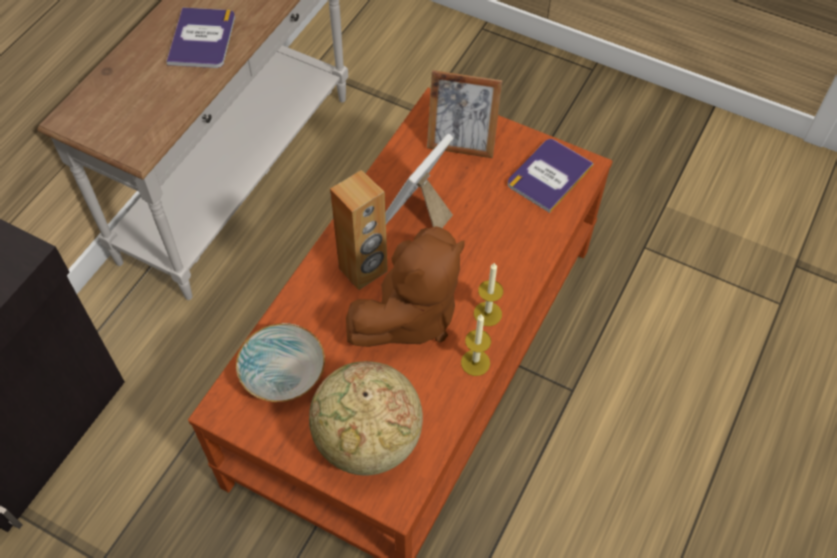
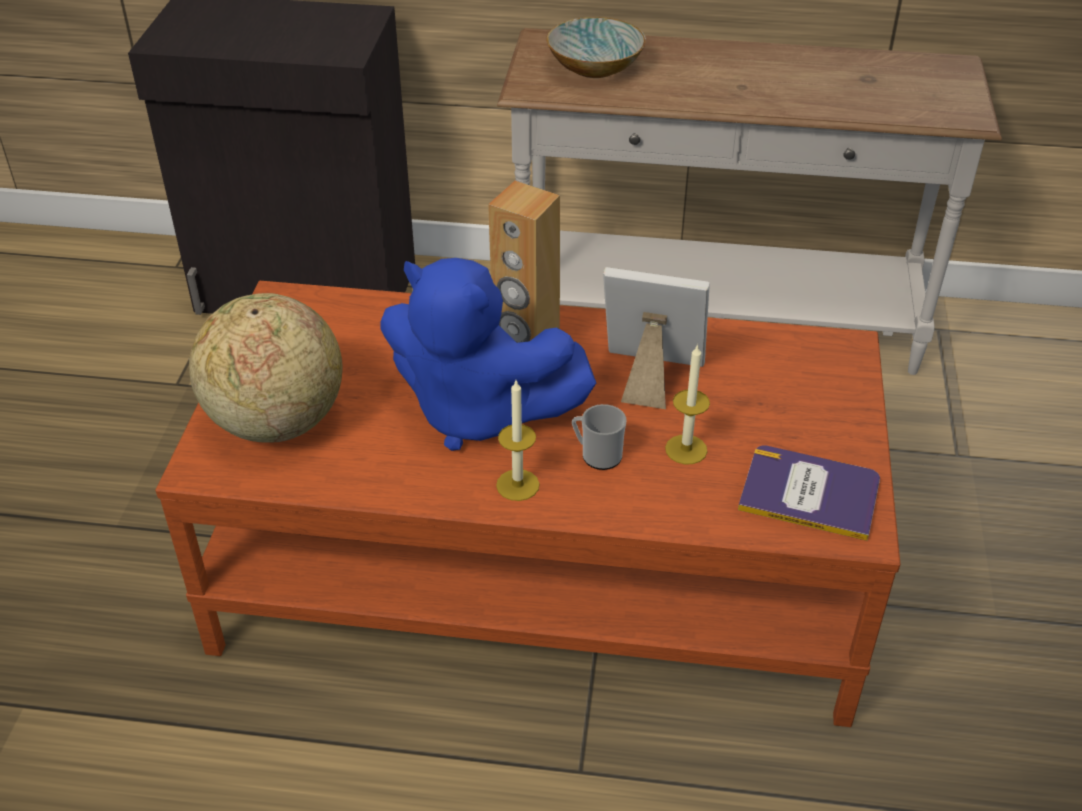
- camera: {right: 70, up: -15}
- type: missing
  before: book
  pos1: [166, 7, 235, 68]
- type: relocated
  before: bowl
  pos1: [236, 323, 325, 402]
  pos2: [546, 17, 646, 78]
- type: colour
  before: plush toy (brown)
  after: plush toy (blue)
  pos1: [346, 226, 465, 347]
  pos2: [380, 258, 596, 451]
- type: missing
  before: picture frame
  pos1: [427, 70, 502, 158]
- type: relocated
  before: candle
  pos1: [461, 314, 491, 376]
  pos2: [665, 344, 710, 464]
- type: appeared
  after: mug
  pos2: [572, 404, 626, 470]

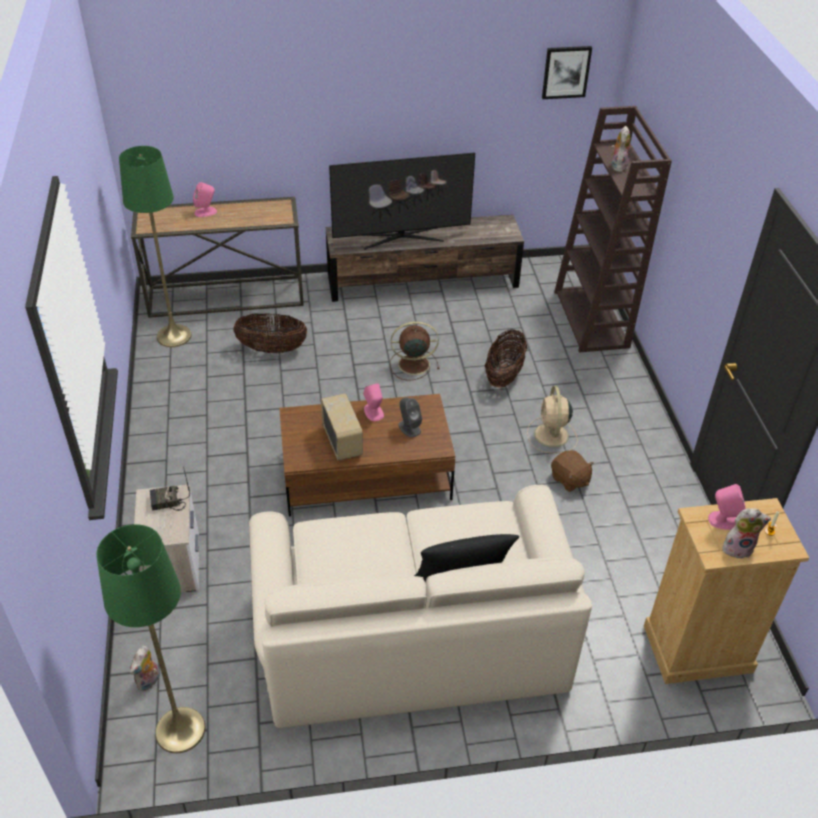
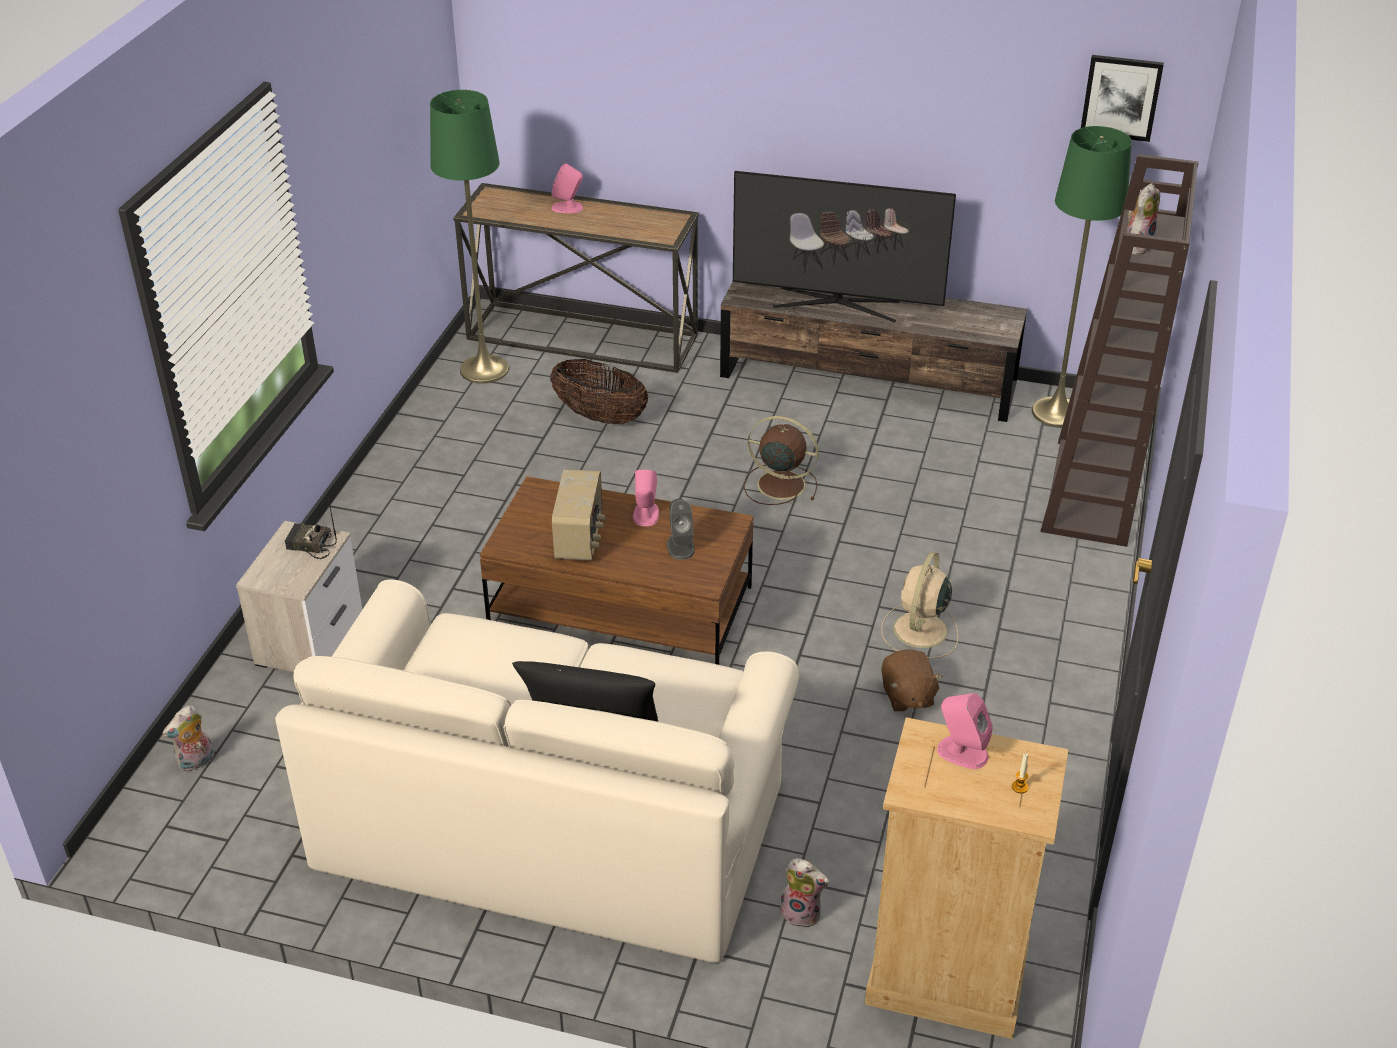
- camera: {right: 25, up: -5}
- type: relocated
  before: floor lamp (green)
  pos1: [96, 524, 205, 753]
  pos2: [1032, 126, 1132, 427]
- type: missing
  before: basket
  pos1: [485, 329, 527, 388]
- type: relocated
  before: plush toy
  pos1: [722, 508, 771, 559]
  pos2: [779, 858, 830, 929]

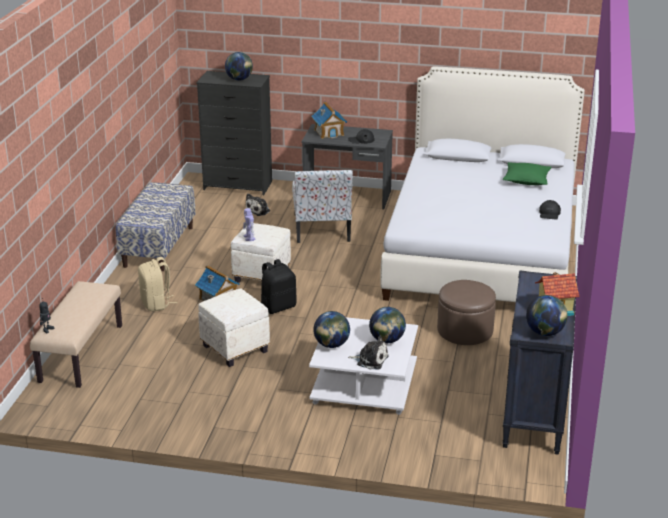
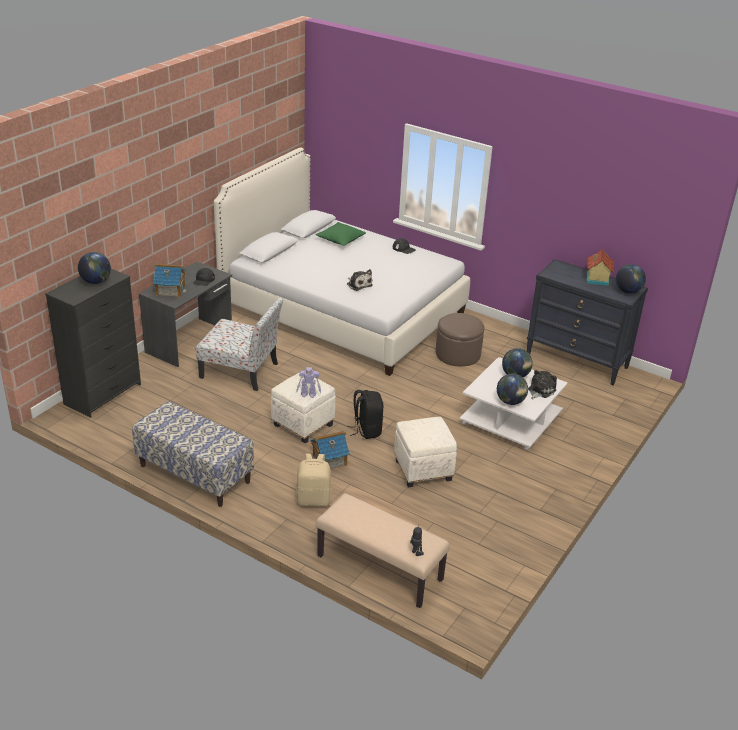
- camera: {right: -70, up: 5}
- type: relocated
  before: plush toy
  pos1: [246, 193, 270, 216]
  pos2: [347, 269, 373, 291]

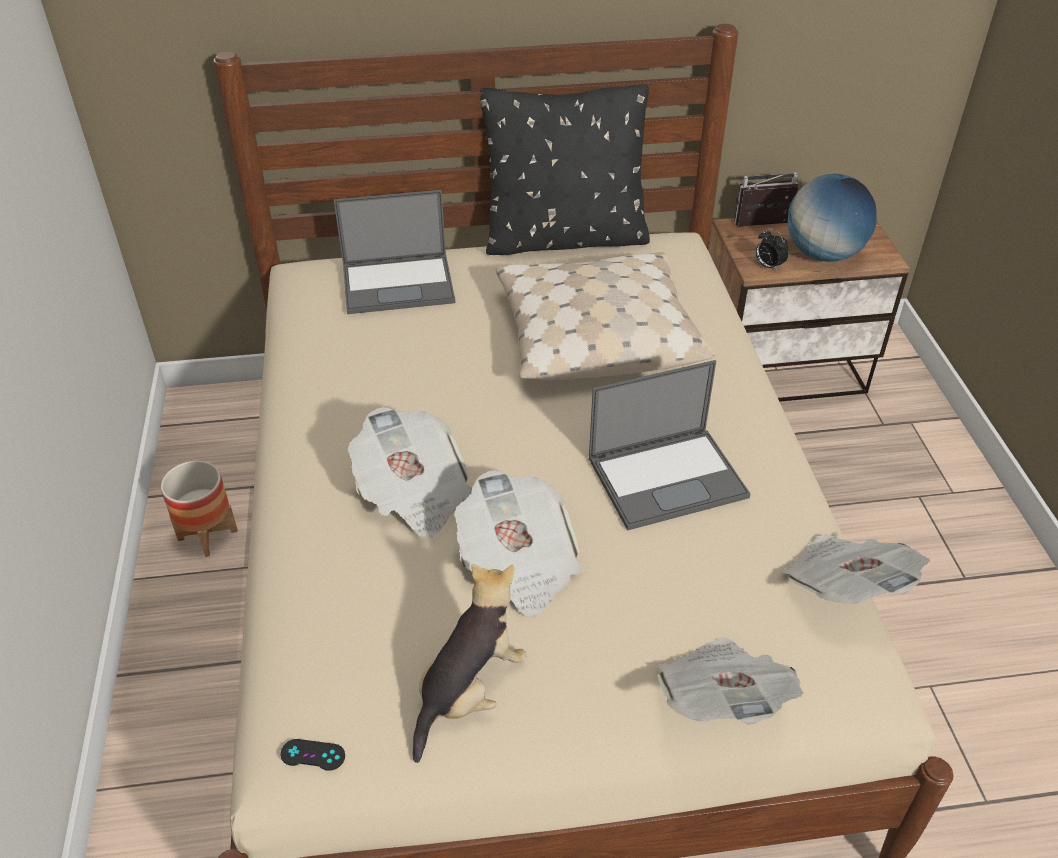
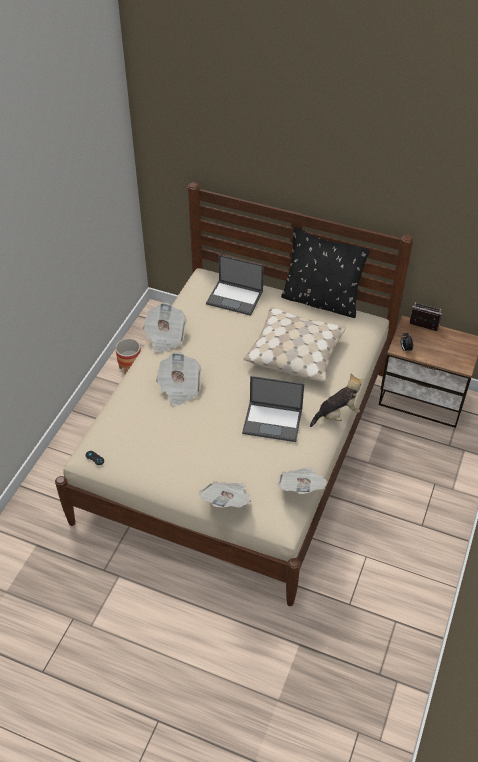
- camera: {right: 30, up: 5}
- type: relocated
  before: plush toy
  pos1: [412, 564, 527, 763]
  pos2: [310, 373, 364, 427]
- type: relocated
  before: newspaper
  pos1: [454, 470, 583, 617]
  pos2: [143, 303, 187, 353]
- type: missing
  before: globe
  pos1: [787, 174, 877, 262]

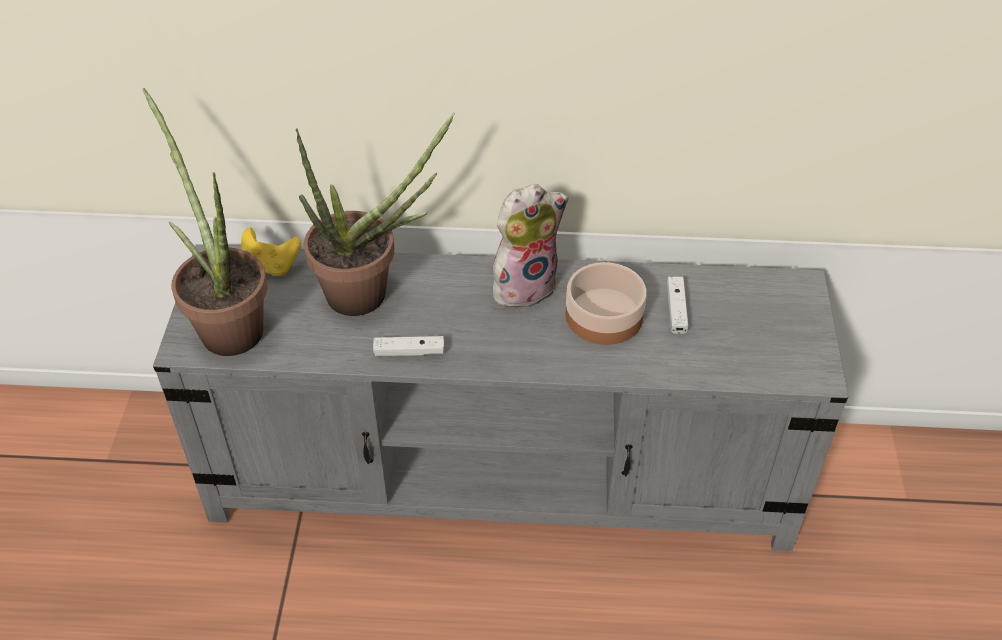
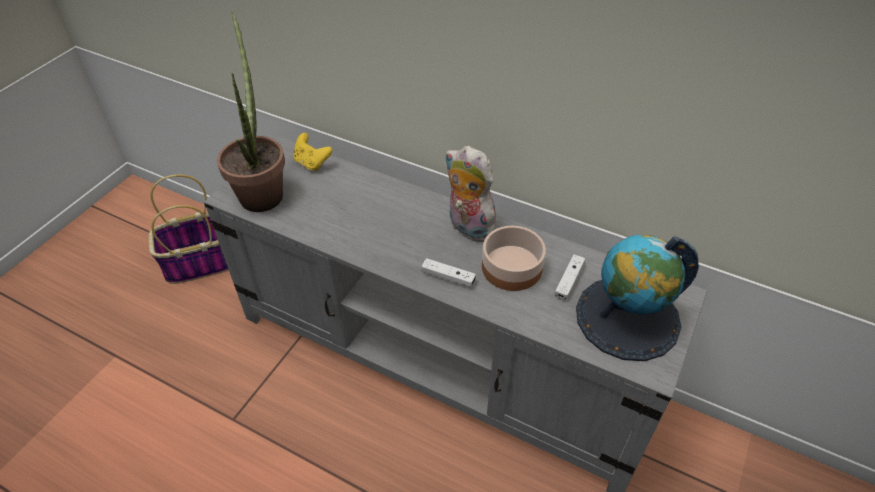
- camera: {right: 25, up: 0}
- type: missing
  before: potted plant
  pos1: [296, 113, 455, 316]
- type: relocated
  before: game controller (white)
  pos1: [373, 336, 444, 357]
  pos2: [421, 258, 476, 287]
- type: spun
  before: plush toy
  pos1: [492, 184, 569, 312]
  pos2: [445, 146, 496, 242]
  turn: -135
- type: appeared
  after: basket
  pos2: [148, 175, 229, 284]
- type: appeared
  after: globe
  pos2: [576, 235, 699, 361]

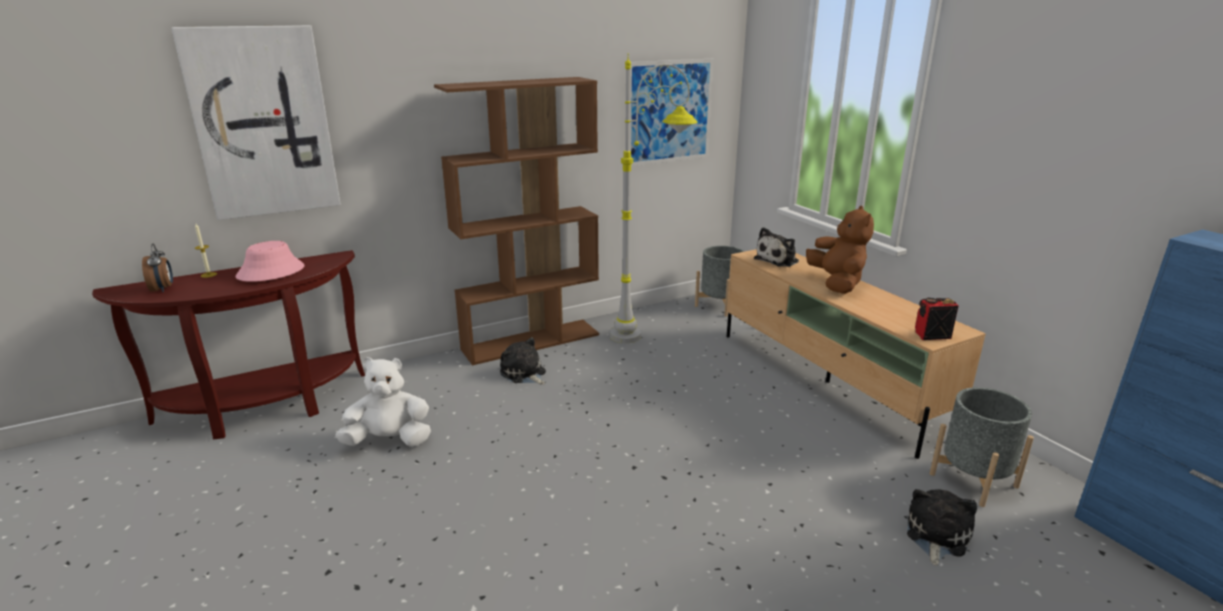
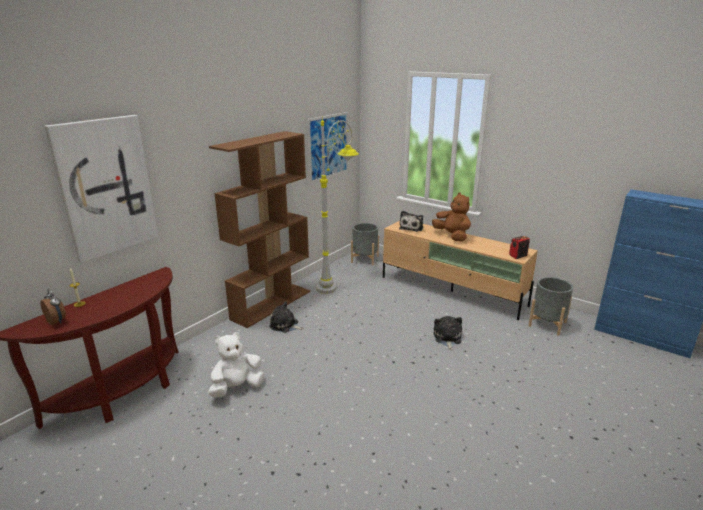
- camera: {right: -25, up: 0}
- type: missing
  before: hat (pink)
  pos1: [236, 241, 304, 282]
- type: relocated
  before: plush toy
  pos1: [907, 489, 977, 566]
  pos2: [433, 316, 462, 350]

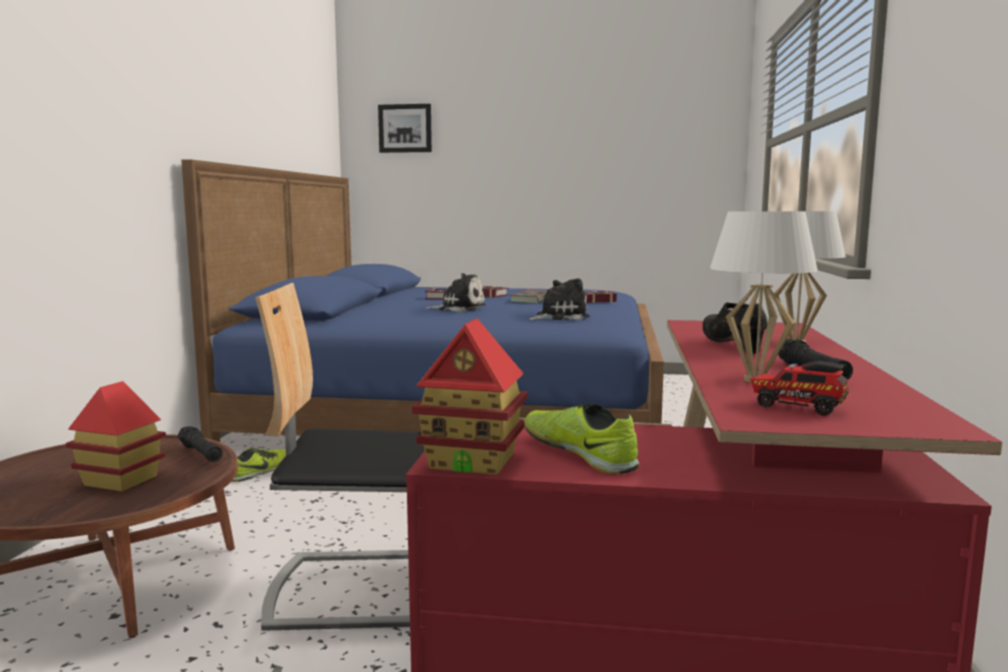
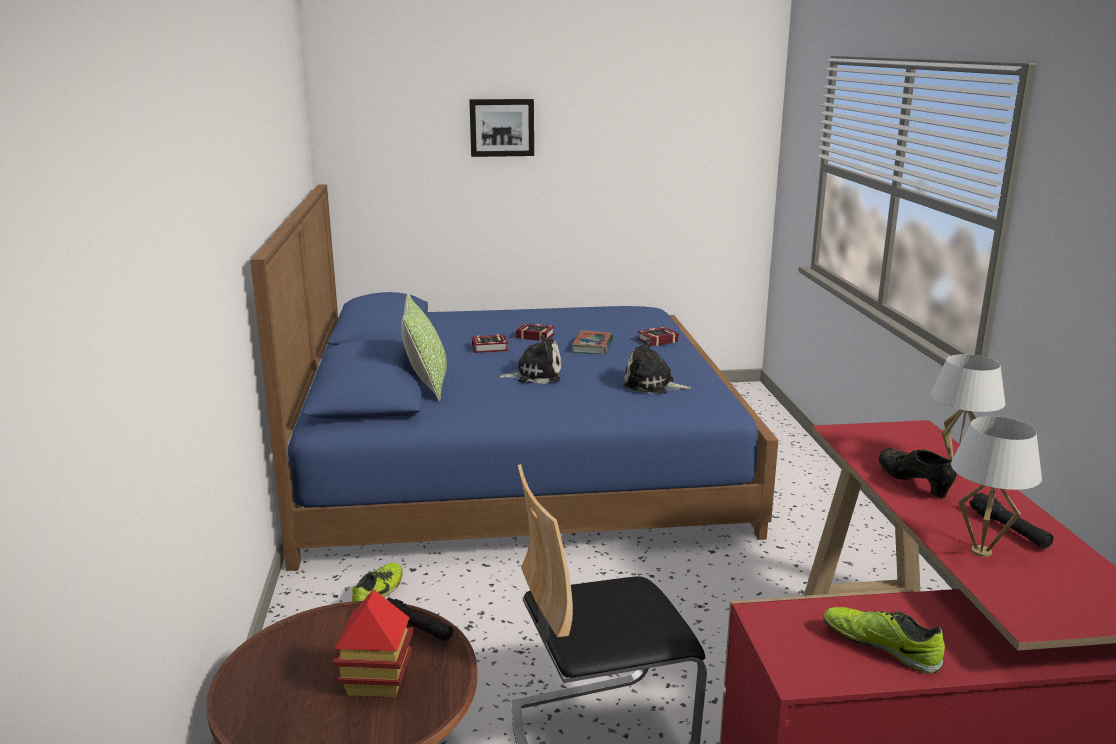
- camera: {right: -15, up: 10}
- type: relocated
  before: picture
  pos1: [378, 104, 432, 153]
  pos2: [469, 99, 534, 157]
- type: missing
  before: toy house
  pos1: [412, 318, 528, 475]
- type: spun
  before: plush toy
  pos1: [529, 278, 590, 320]
  pos2: [623, 339, 691, 394]
  turn: -120
- type: missing
  before: toy truck
  pos1: [750, 361, 849, 416]
- type: appeared
  after: pillow
  pos2: [401, 294, 447, 401]

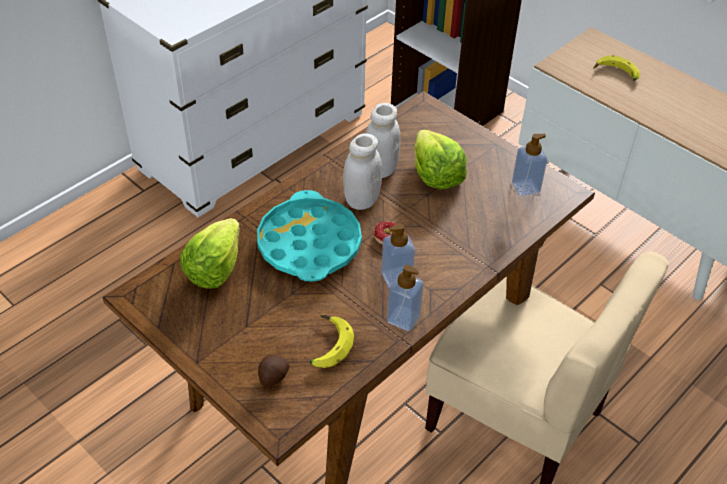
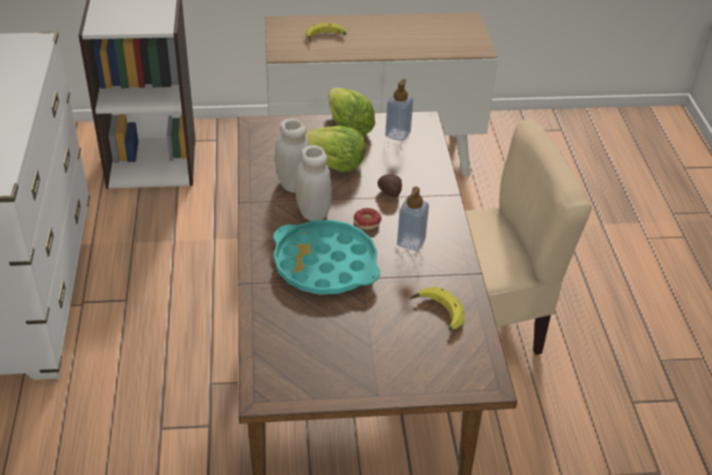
- camera: {right: -50, up: -5}
- type: relocated
  before: lettuce
  pos1: [180, 218, 240, 289]
  pos2: [328, 87, 375, 136]
- type: relocated
  before: potato
  pos1: [258, 355, 290, 388]
  pos2: [377, 174, 402, 197]
- type: missing
  before: soap dispenser
  pos1: [387, 265, 424, 331]

